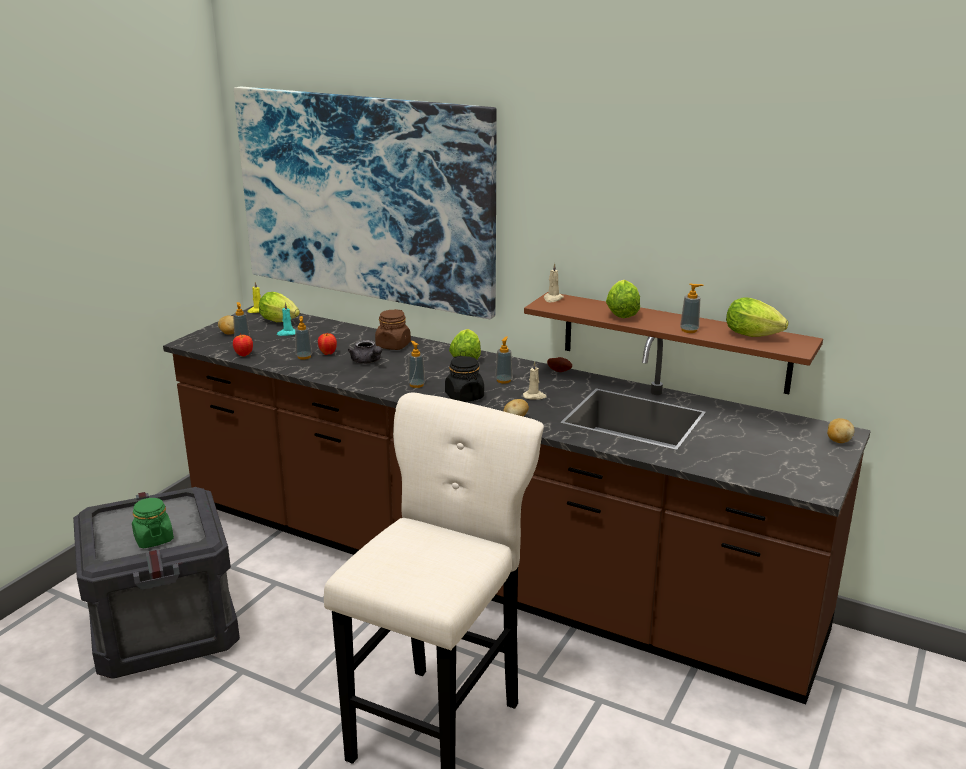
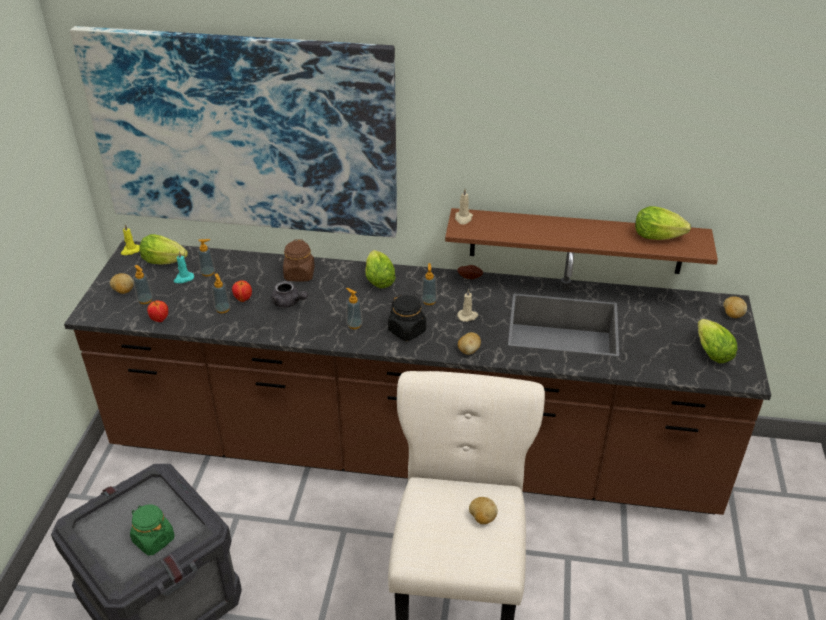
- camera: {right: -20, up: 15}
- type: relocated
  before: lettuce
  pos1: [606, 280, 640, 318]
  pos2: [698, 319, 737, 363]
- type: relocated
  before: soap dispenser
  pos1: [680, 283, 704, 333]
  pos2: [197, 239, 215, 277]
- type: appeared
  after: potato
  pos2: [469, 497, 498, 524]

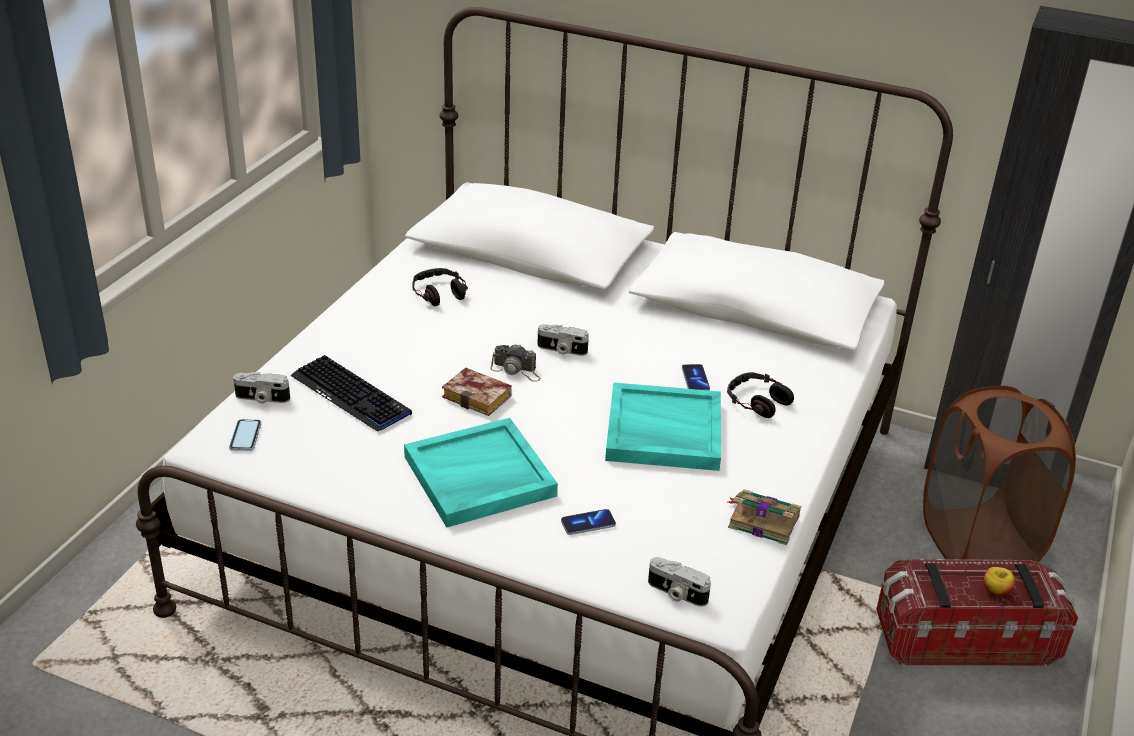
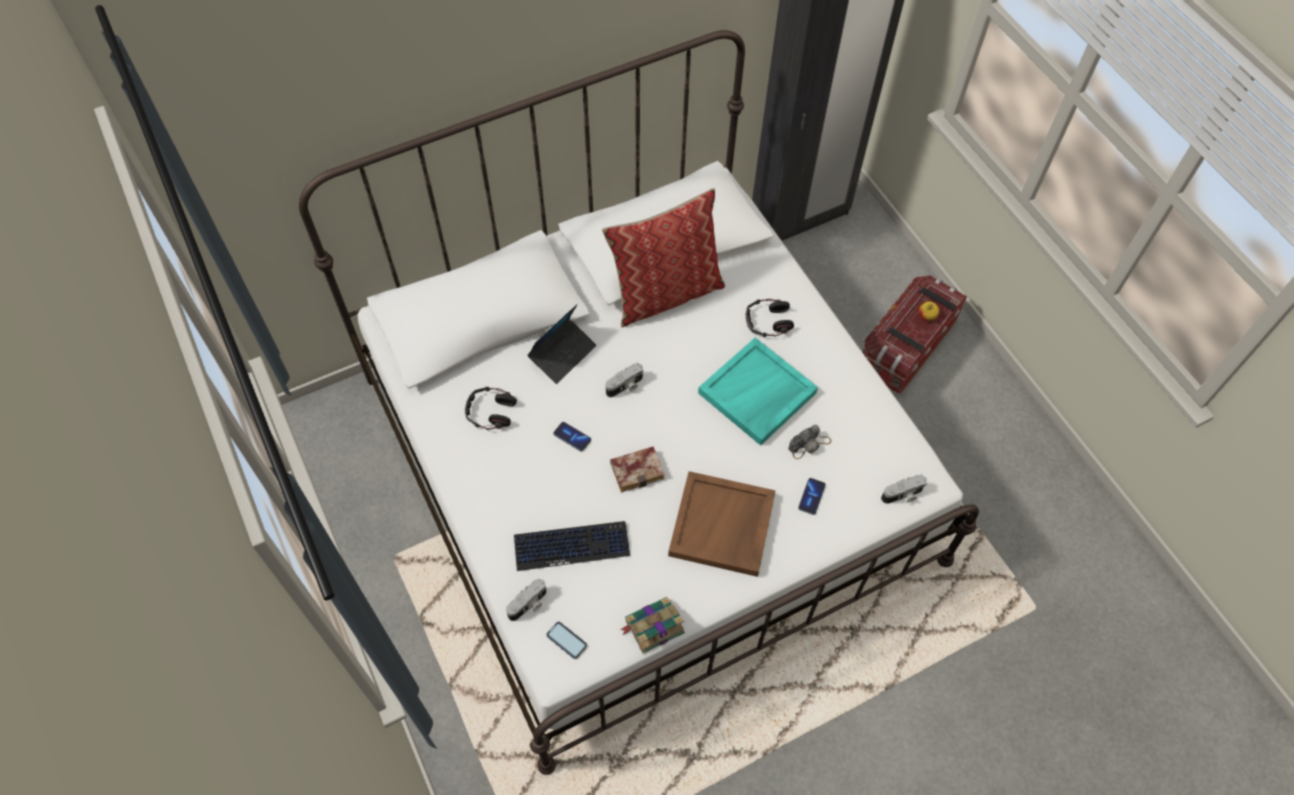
- camera: {right: -50, up: 25}
- type: colour
  before: tray (turquoise)
  after: tray (brown)
  pos1: [404, 418, 558, 528]
  pos2: [668, 471, 776, 577]
- type: relocated
  before: photo camera
  pos1: [490, 345, 540, 382]
  pos2: [788, 425, 831, 459]
- type: relocated
  before: phone
  pos1: [682, 364, 710, 390]
  pos2: [553, 422, 591, 452]
- type: relocated
  before: book
  pos1: [728, 489, 801, 545]
  pos2: [620, 597, 685, 654]
- type: missing
  before: laundry basket (brown)
  pos1: [923, 386, 1076, 563]
- type: appeared
  after: laptop
  pos2: [527, 304, 596, 384]
- type: appeared
  after: pillow
  pos2: [602, 188, 725, 327]

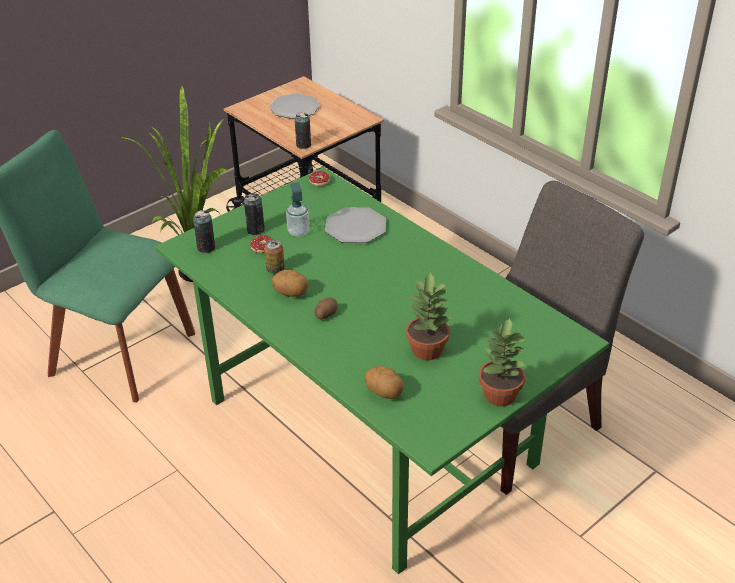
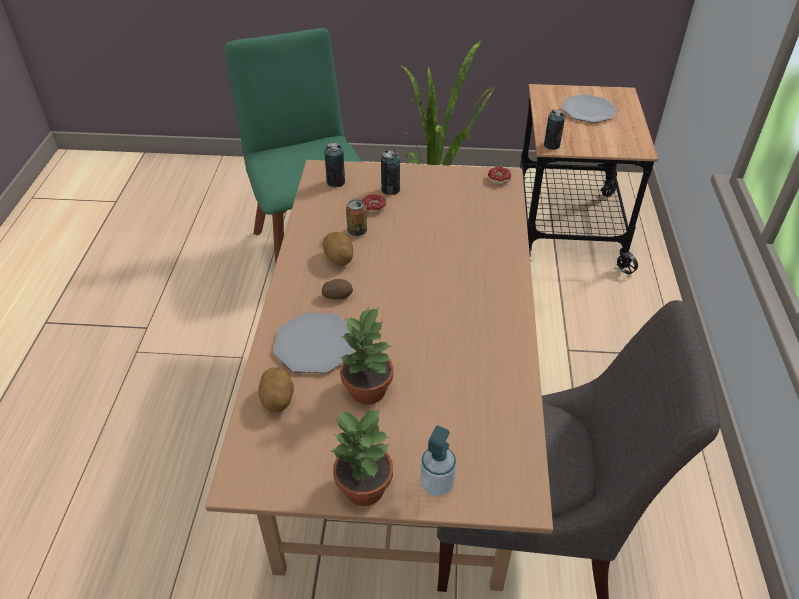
- camera: {right: 45, up: 5}
- type: colour
  before: dining table (green)
  after: dining table (brown)
  pos1: [155, 167, 609, 574]
  pos2: [205, 160, 553, 591]
- type: relocated
  before: soap dispenser
  pos1: [286, 182, 309, 237]
  pos2: [420, 426, 457, 496]
- type: relocated
  before: plate
  pos1: [325, 207, 386, 243]
  pos2: [273, 313, 354, 373]

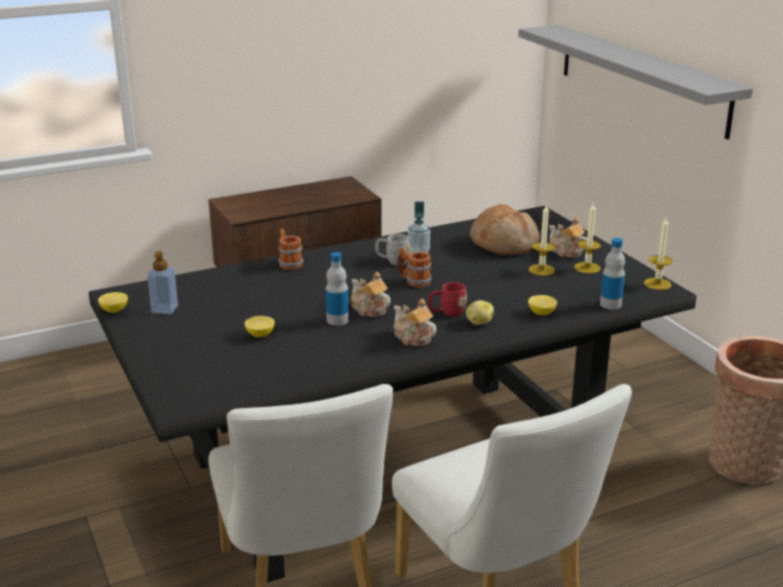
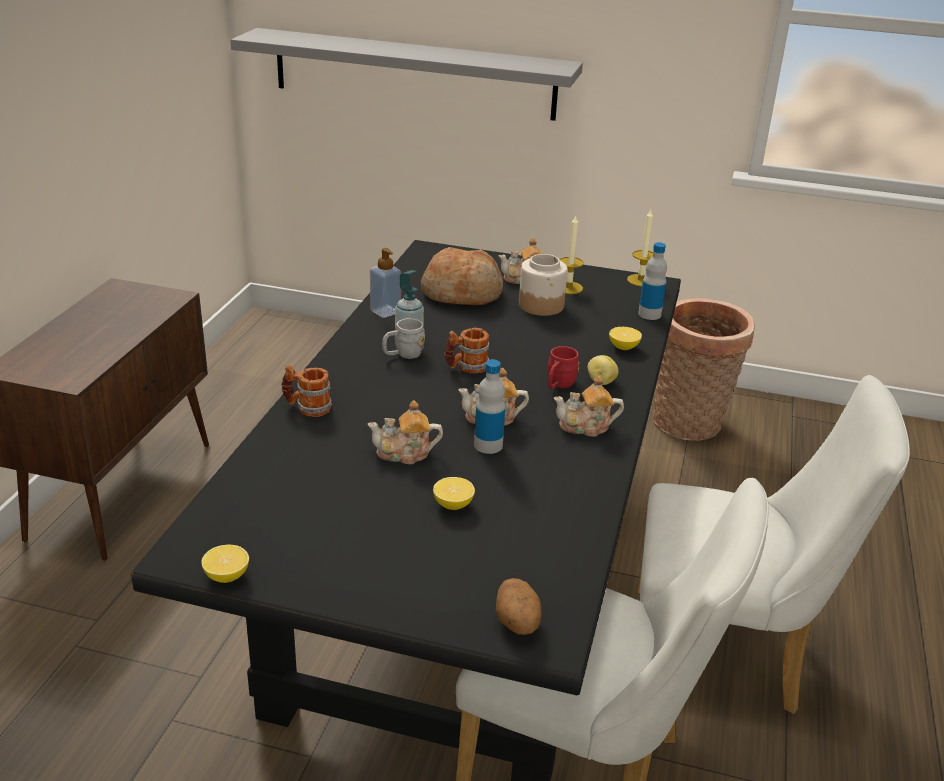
- camera: {right: -50, up: 5}
- type: relocated
  before: soap dispenser
  pos1: [147, 251, 178, 314]
  pos2: [370, 248, 401, 318]
- type: exchanged
  before: candle
  after: jar
  pos1: [529, 204, 555, 276]
  pos2: [519, 254, 568, 316]
- type: appeared
  after: teapot
  pos2: [368, 400, 443, 464]
- type: appeared
  after: potato
  pos2: [496, 578, 541, 635]

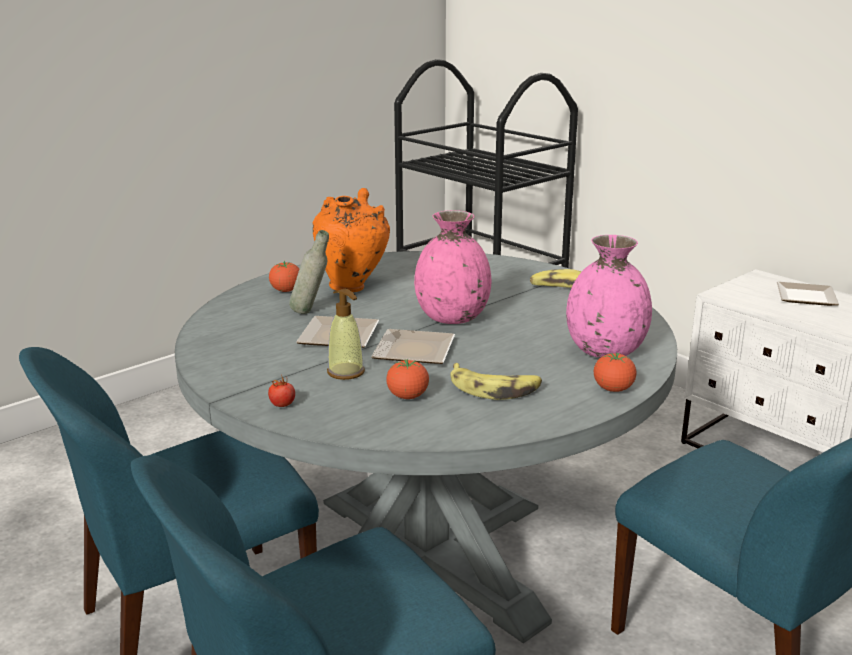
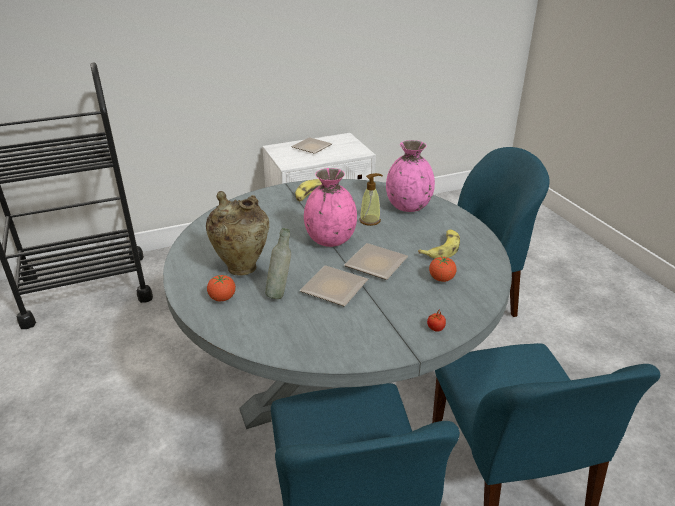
- camera: {right: -70, up: 10}
- type: colour
  before: vase (orange)
  after: vase (beige)
  pos1: [313, 188, 390, 292]
  pos2: [206, 191, 269, 276]
- type: relocated
  before: soap dispenser
  pos1: [327, 288, 365, 380]
  pos2: [359, 173, 383, 226]
- type: missing
  before: tomato
  pos1: [594, 352, 637, 392]

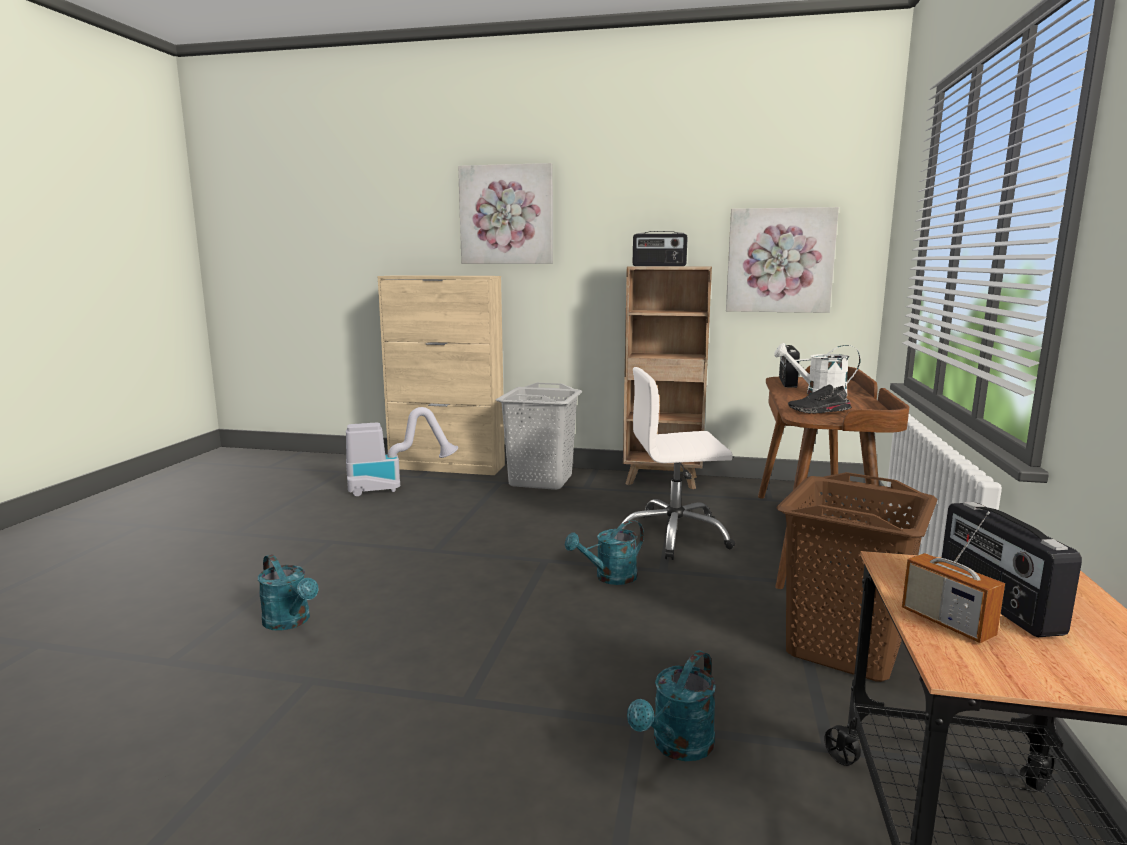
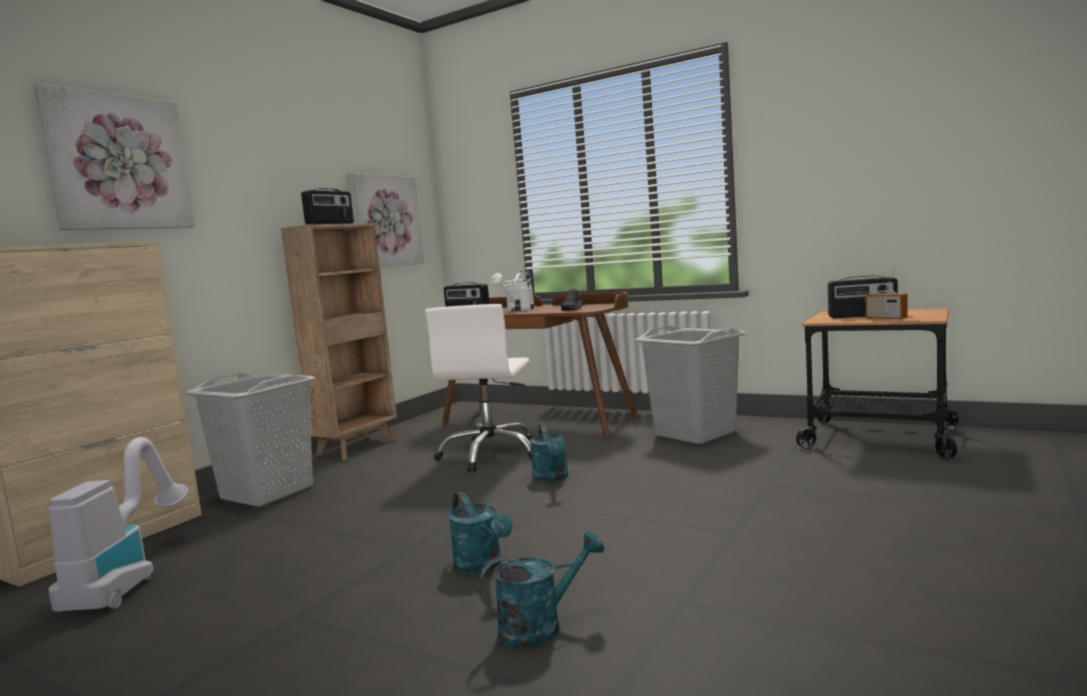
- camera: {right: -70, up: -5}
- type: relocated
  before: watering can (turquoise)
  pos1: [627, 650, 716, 761]
  pos2: [448, 491, 513, 574]
- type: colour
  before: laundry basket (brown)
  after: laundry basket (grey)
  pos1: [777, 472, 937, 682]
  pos2: [635, 326, 746, 444]
- type: spun
  before: radio
  pos1: [902, 512, 1005, 643]
  pos2: [865, 266, 908, 320]
  turn: 60

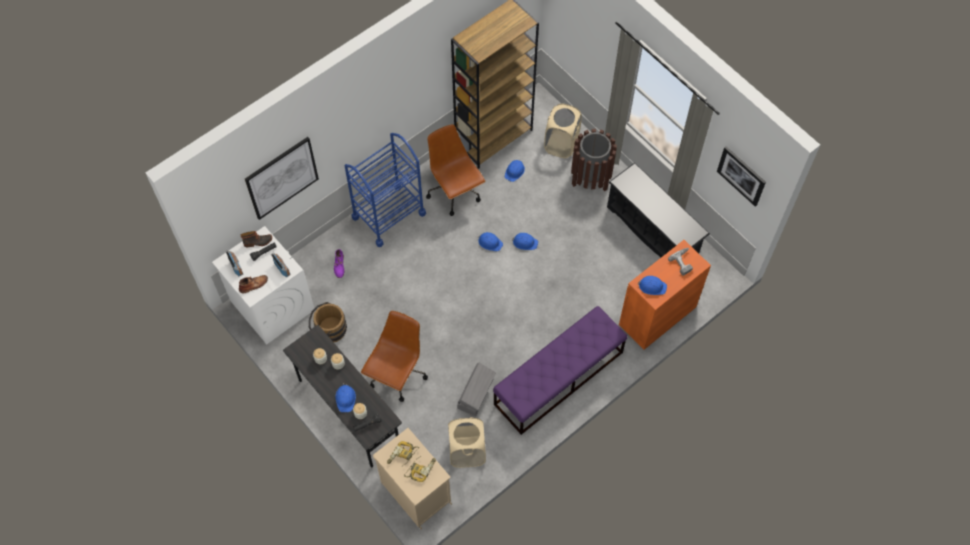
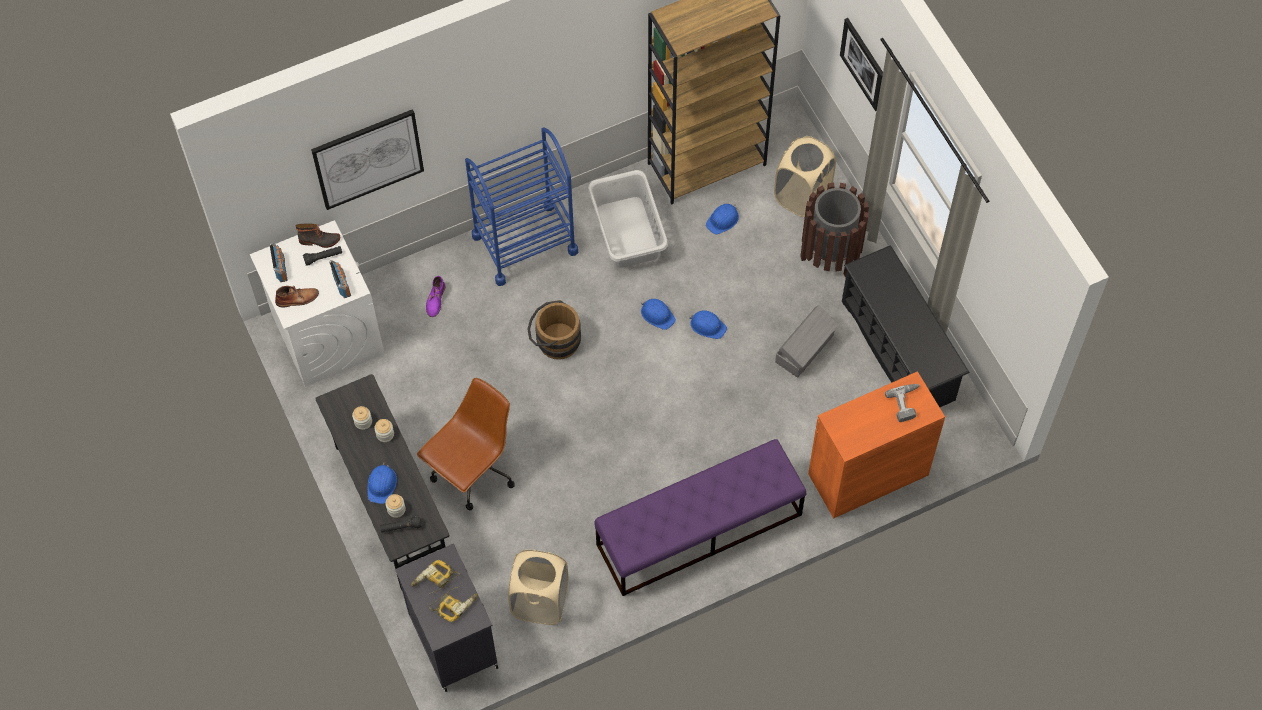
- camera: {right: 15, up: 0}
- type: relocated
  before: bucket (brown)
  pos1: [309, 302, 347, 342]
  pos2: [527, 300, 581, 360]
- type: colour
  before: cabinet (beige)
  after: cabinet (black)
  pos1: [373, 428, 452, 529]
  pos2: [395, 544, 498, 692]
- type: exchanged
  before: office chair (brown)
  after: laundry basket (grey)
  pos1: [426, 124, 485, 216]
  pos2: [588, 170, 668, 268]
- type: relocated
  before: storage box (grey)
  pos1: [457, 363, 496, 416]
  pos2: [775, 305, 839, 377]
- type: missing
  before: hard hat (blue)
  pos1: [638, 276, 667, 295]
- type: relocated
  before: picture
  pos1: [717, 147, 766, 206]
  pos2: [840, 18, 883, 111]

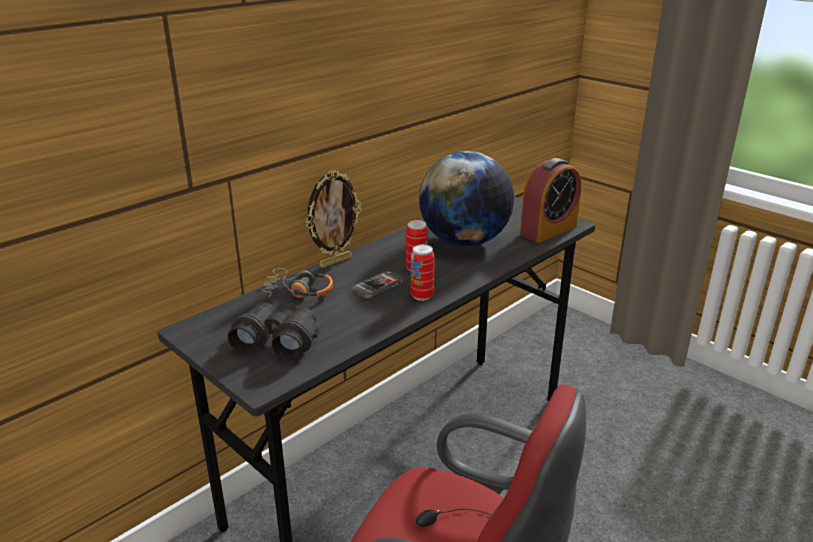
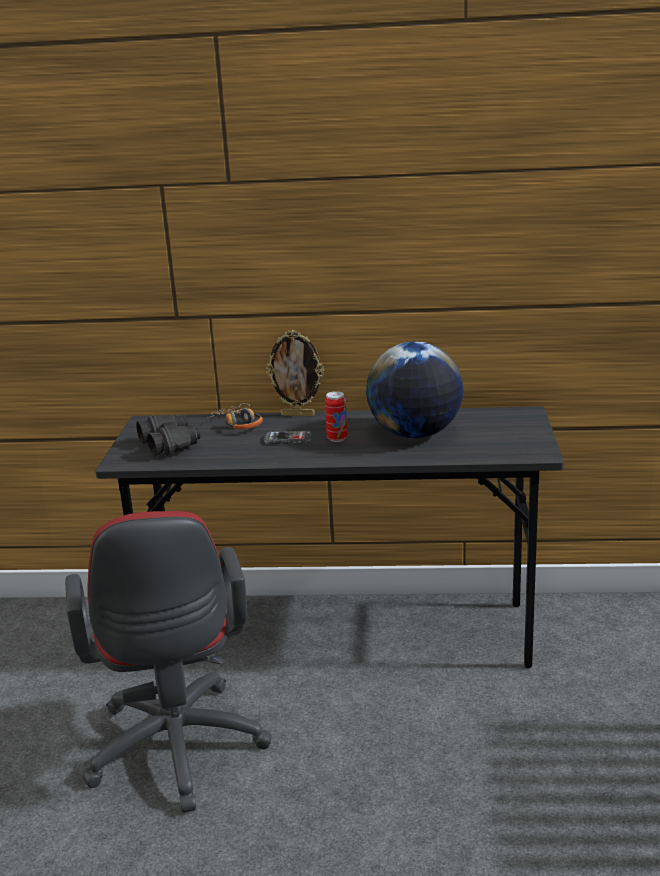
- camera: {right: 50, up: -5}
- type: missing
  before: can
  pos1: [411, 244, 435, 301]
- type: missing
  before: alarm clock
  pos1: [520, 158, 582, 243]

